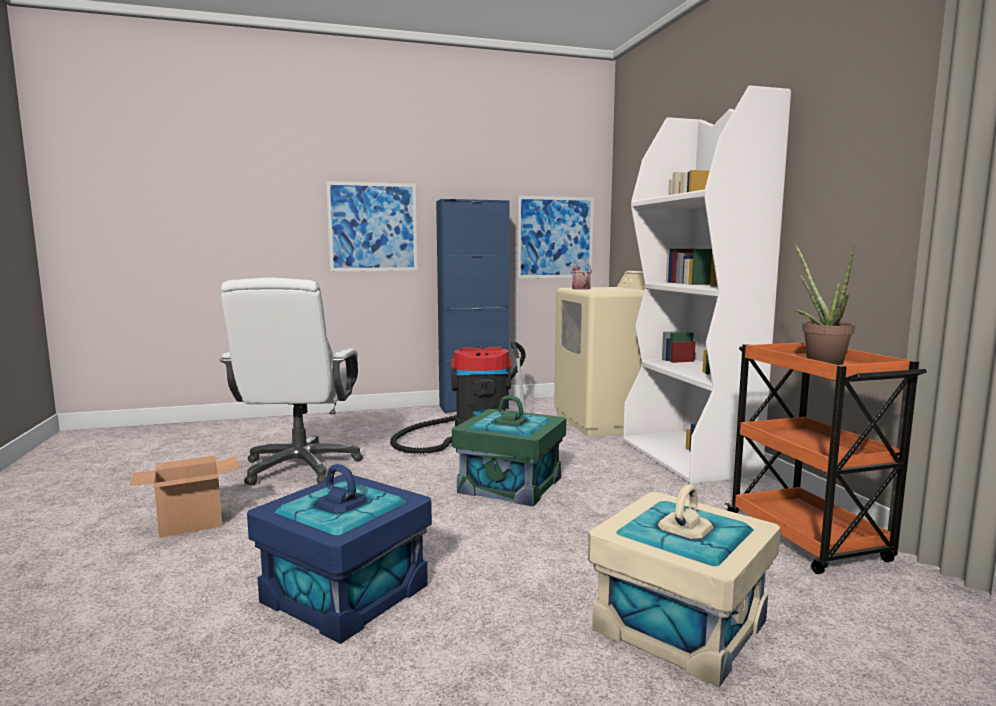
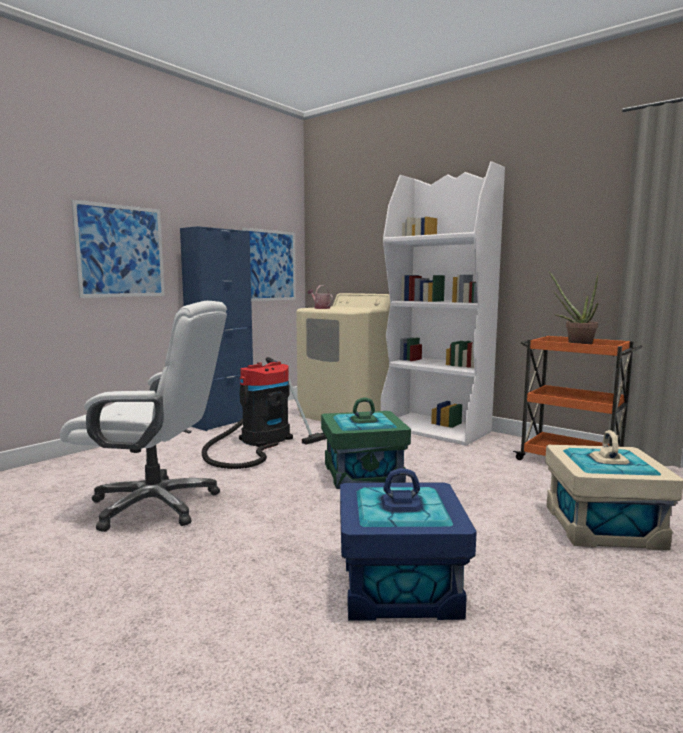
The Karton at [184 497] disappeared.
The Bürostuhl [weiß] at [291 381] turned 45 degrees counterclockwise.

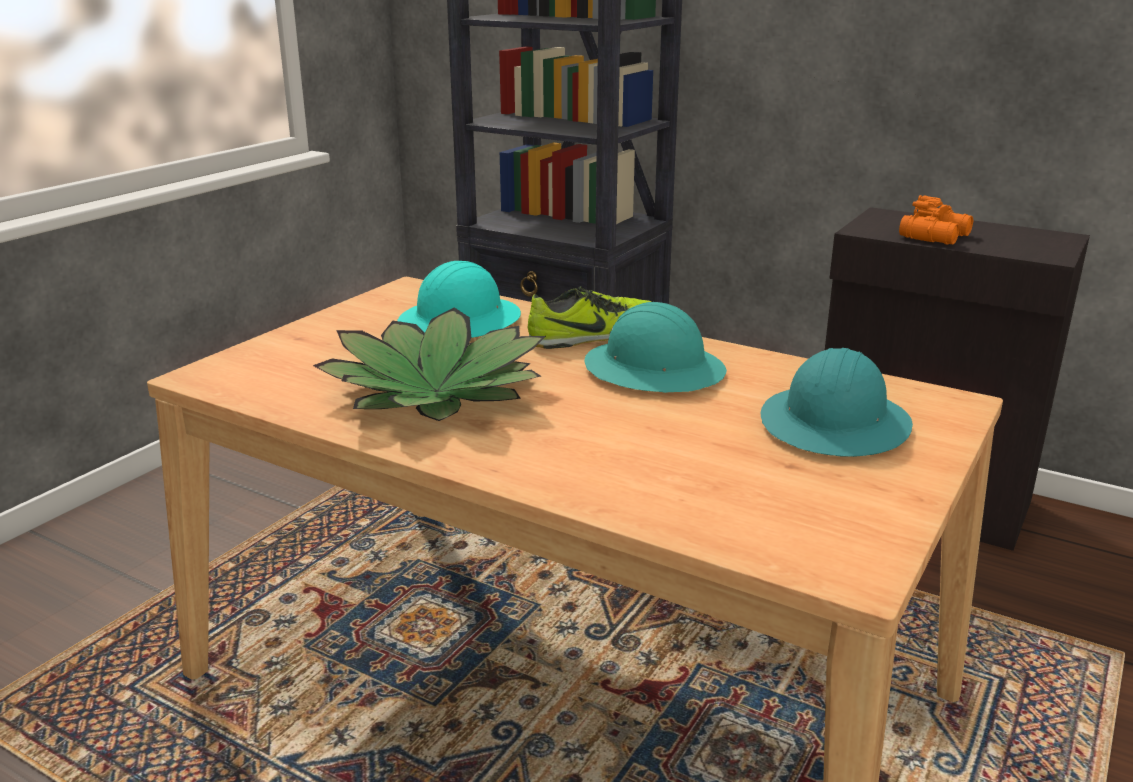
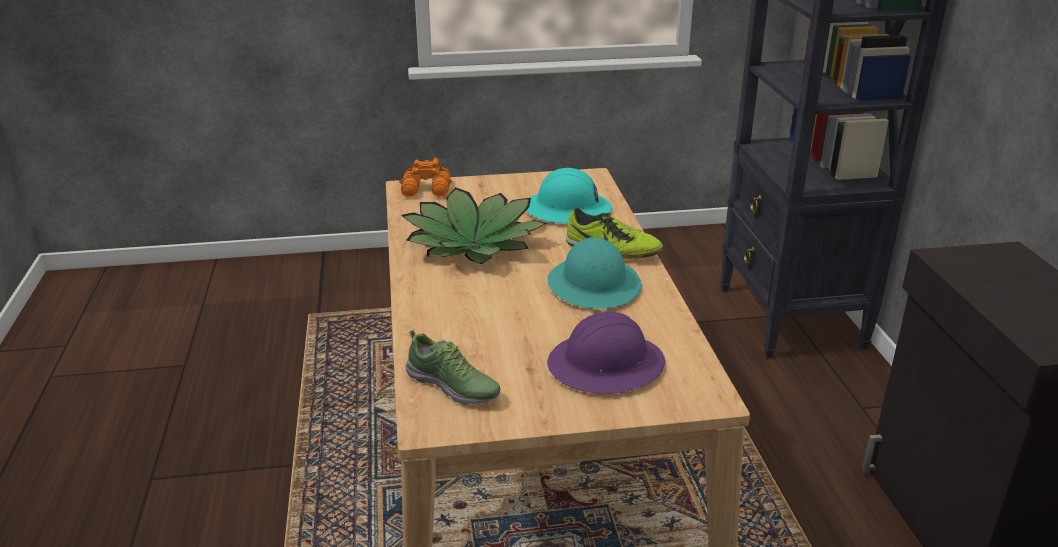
The Schutzhelm [türkis] at [837 402] became the Schutzhelm [lila] at [606 353].
The Fernglas [orange] moved from [936 220] to [425 178].
The Schuh at [453 367] appeared.

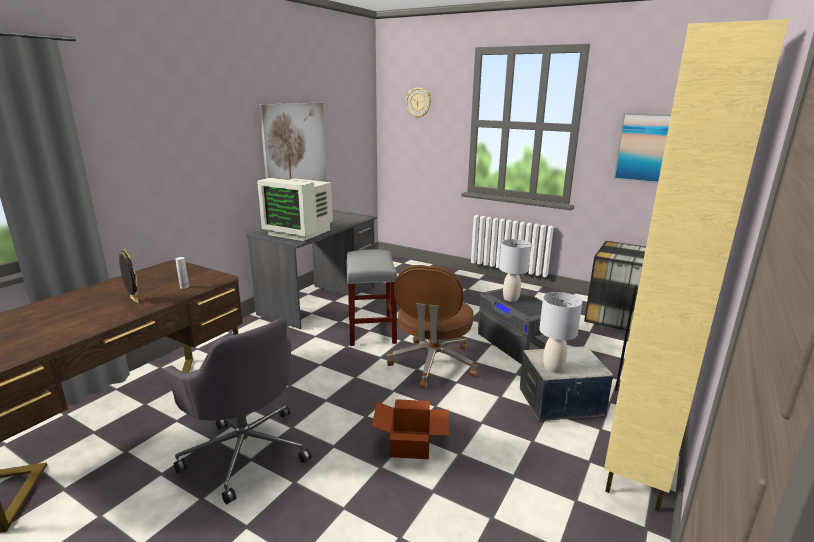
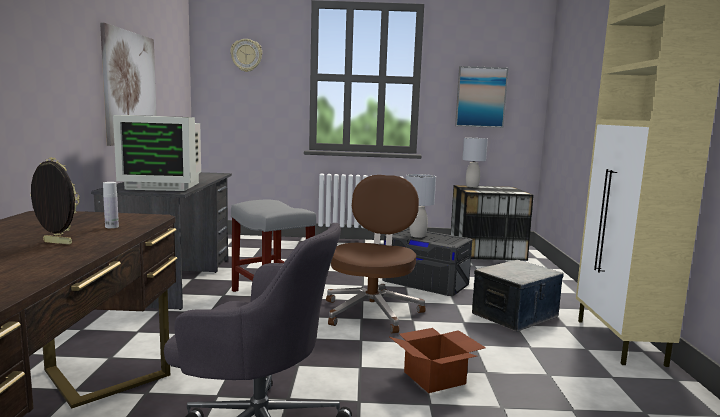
The Bürostuhl [braun] at [432 327] turned 150 degrees counterclockwise.
The Tischlampe [grau] moved from [560 332] to [475 162].

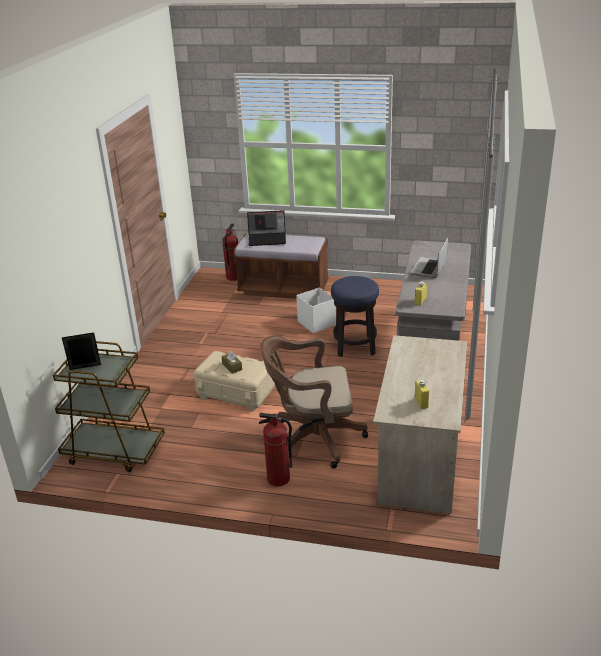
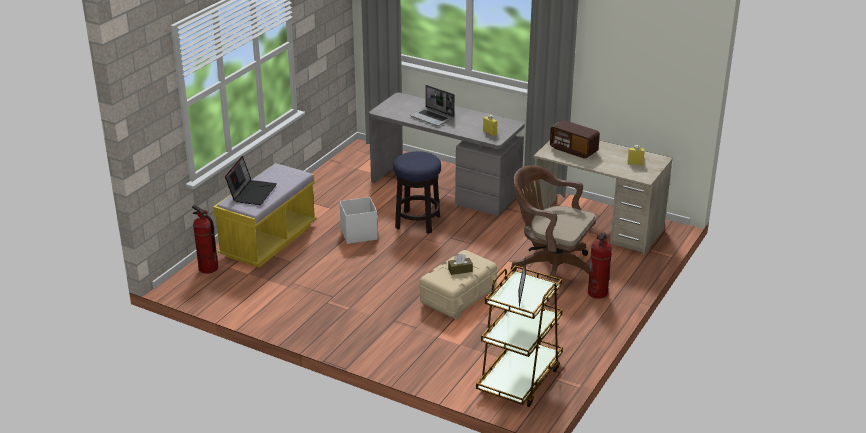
The Bank [braun] at [281 266] became the Bank [gelb] at [265 215].
The Bürostuhl [braun] at [314 402] turned 105 degrees clockwise.
The Radio at [575 139] appeared.

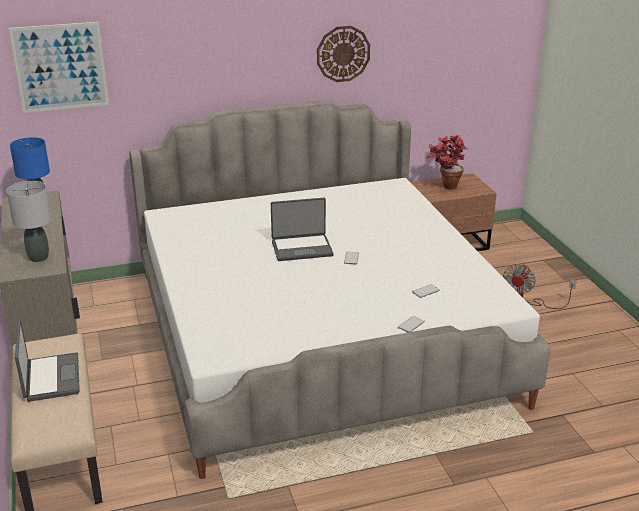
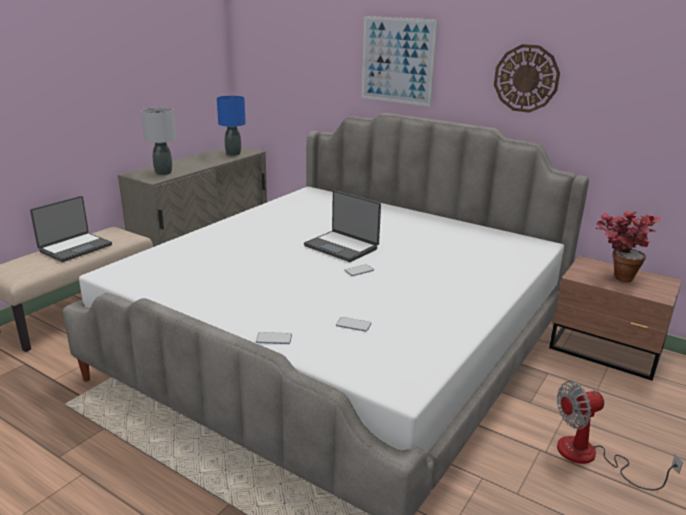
The Bild moved from [59 67] to [400 61].

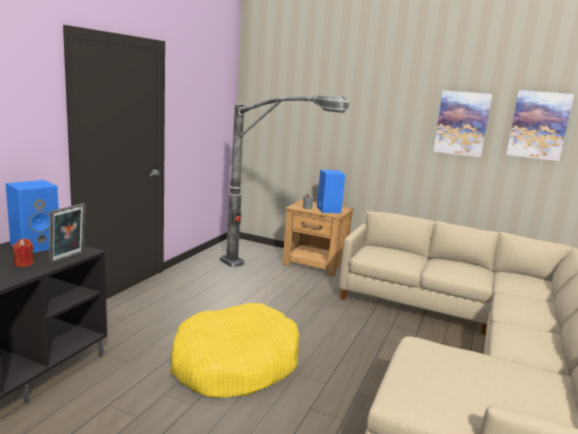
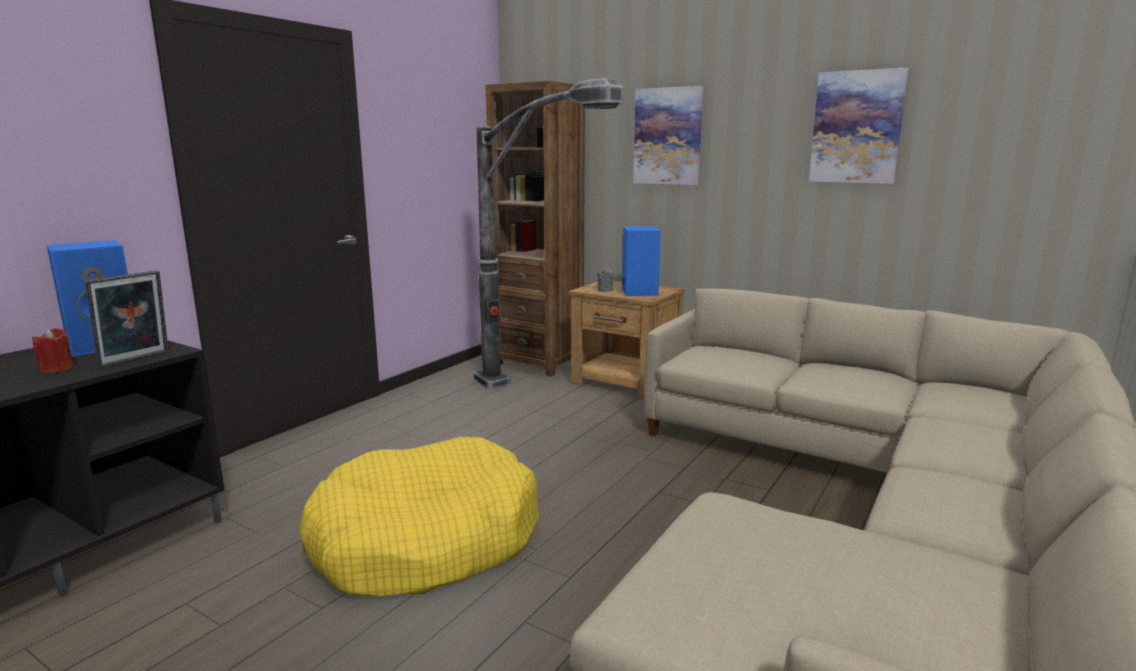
The Bild moved from [540 125] to [668 135].
The Bücherregal [braun] at [535 229] appeared.

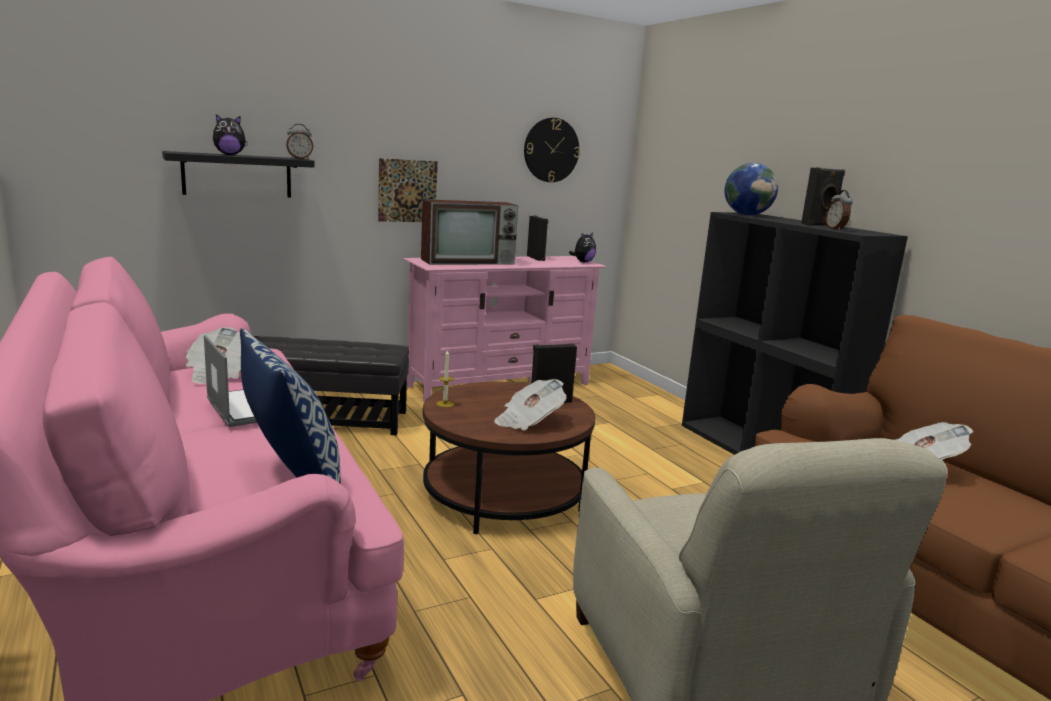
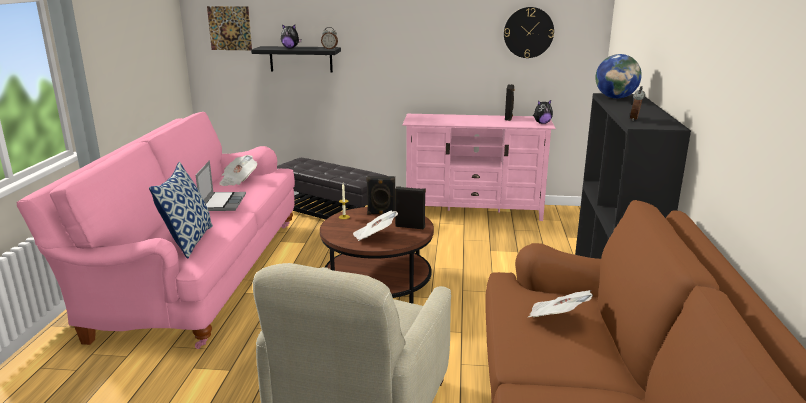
The Bild moved from [408 190] to [229 28].
The Fernseher at [469 232] disappeared.
The Lautsprecher [schwarz] moved from [823 196] to [380 195].

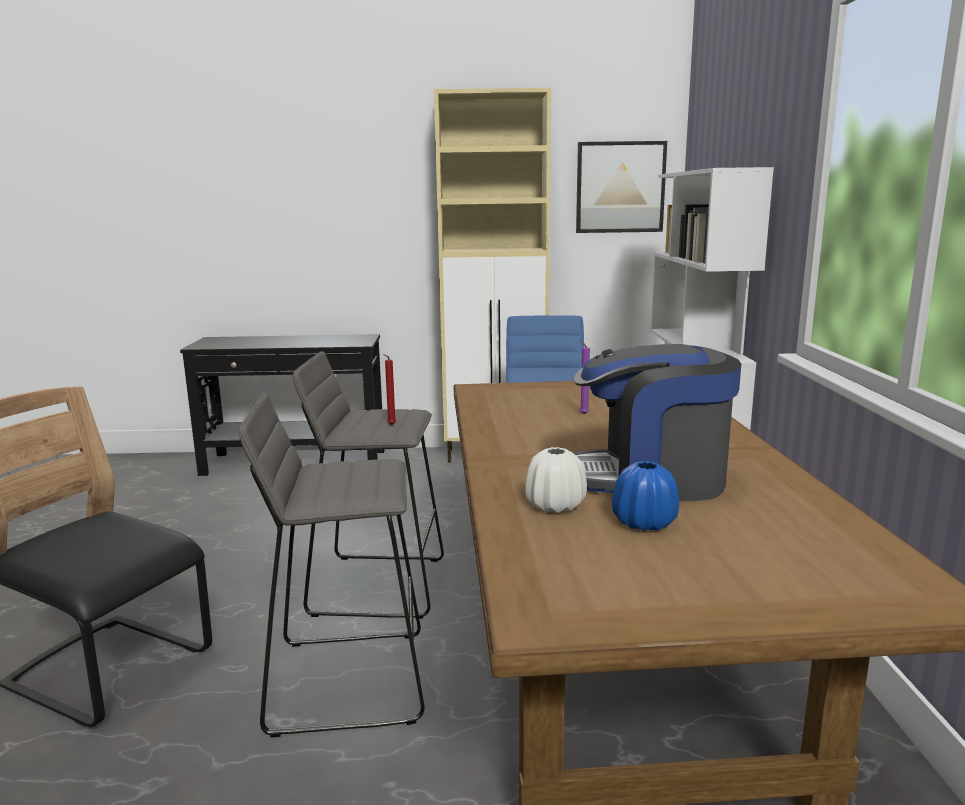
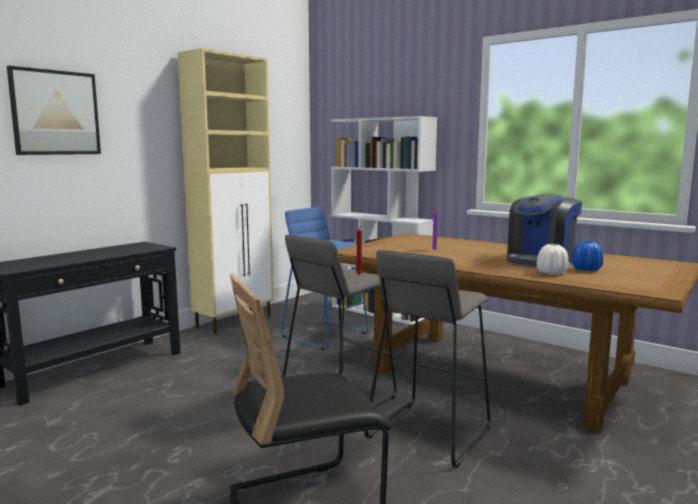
The Bild moved from [621 187] to [54 110].

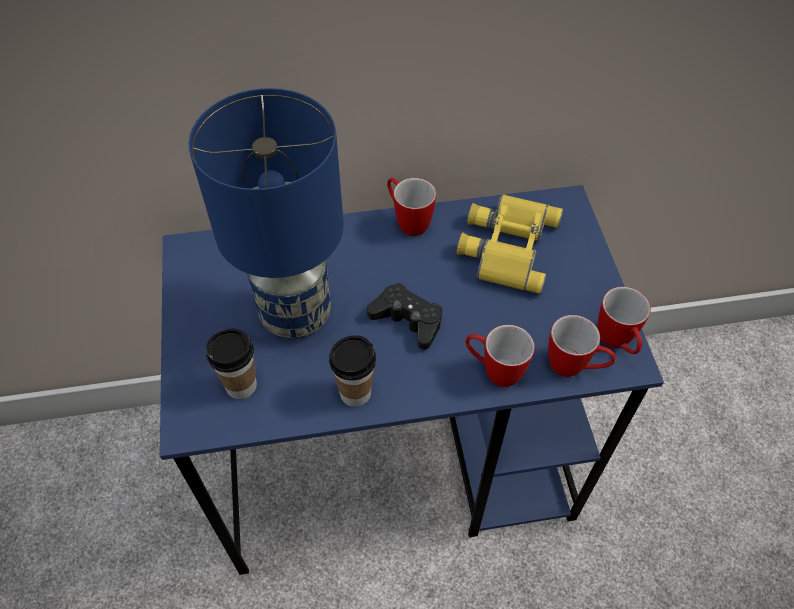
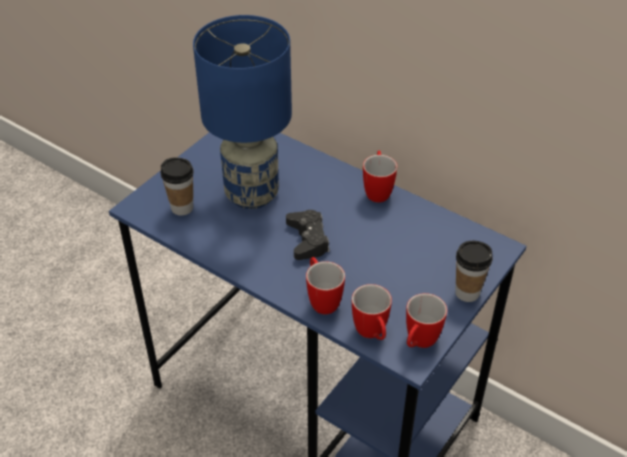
The Tasse moved from [352 371] to [474 271].
The Fernglas [gelb] at [510 244] disappeared.

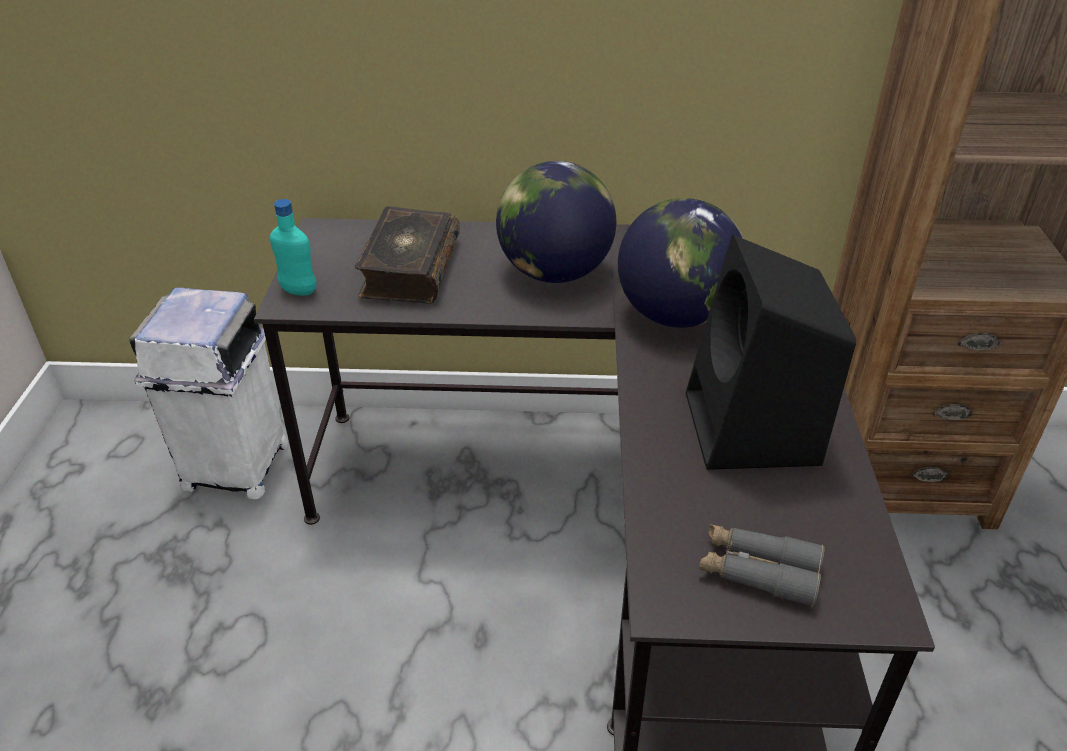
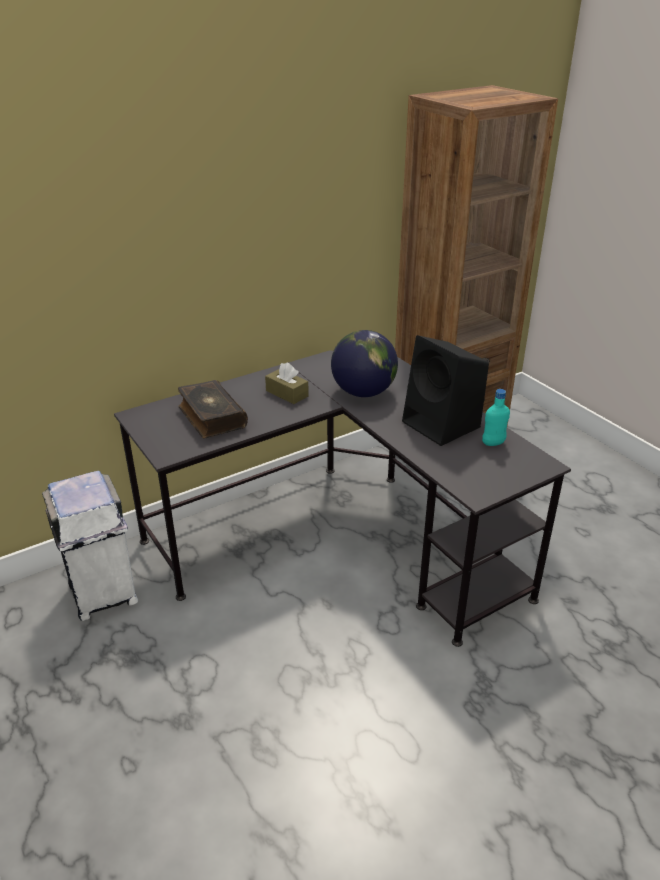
The Flasche [türkis] moved from [293 247] to [496 417].
The Globus at [556 222] was replaced by the Taschentuchbox [braun] at [287 383].
The Fernglas [grau] at [762 565] disappeared.

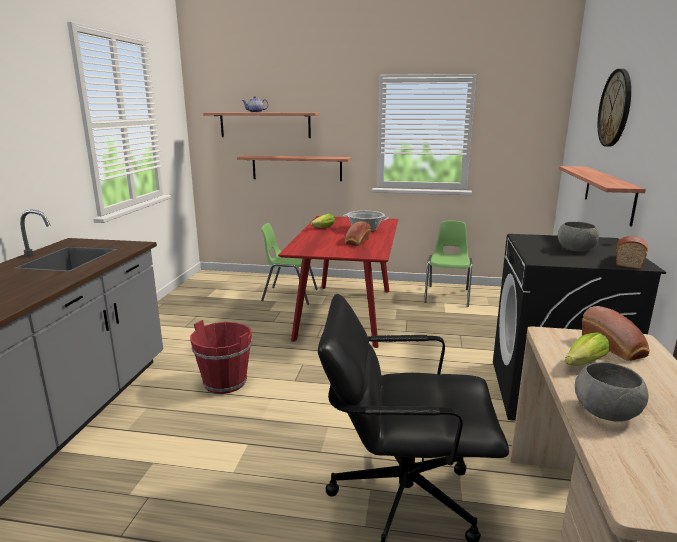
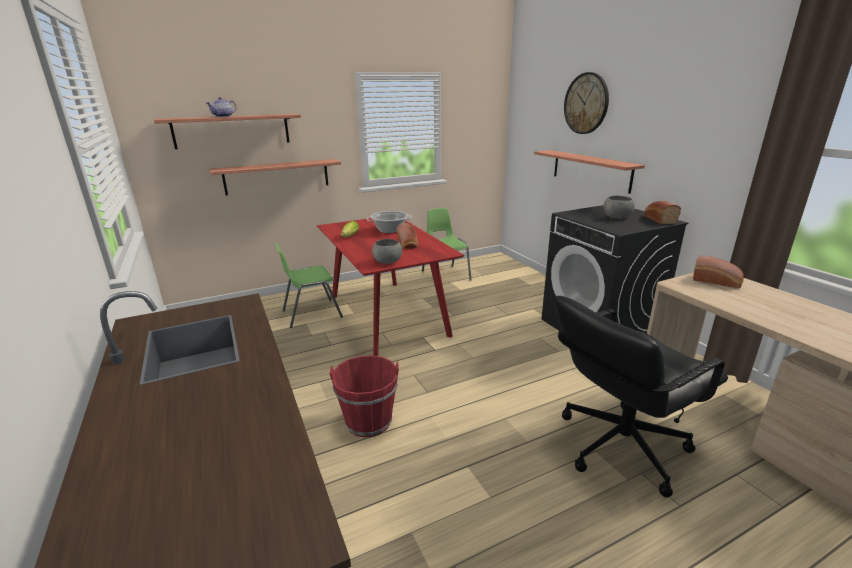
The Salatkopf at [587 349] disappeared.
The Schüssel [grau] moved from [612 392] to [387 251].

